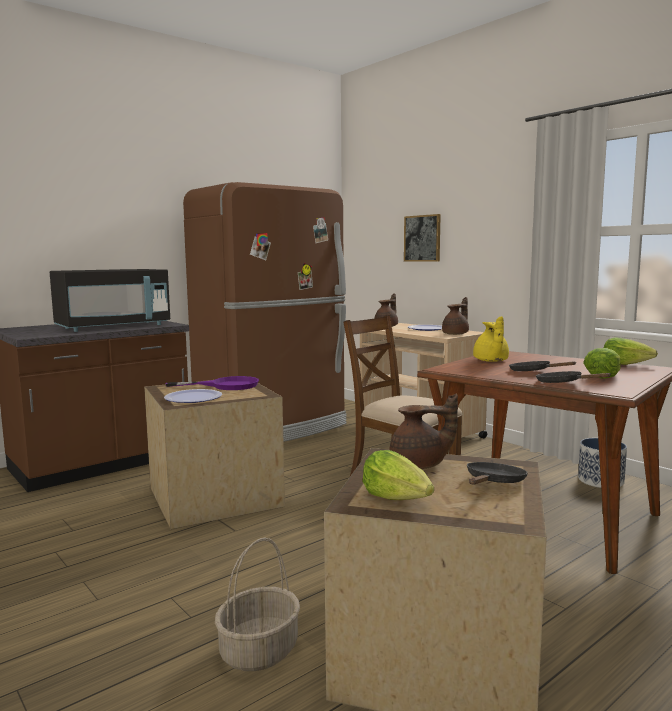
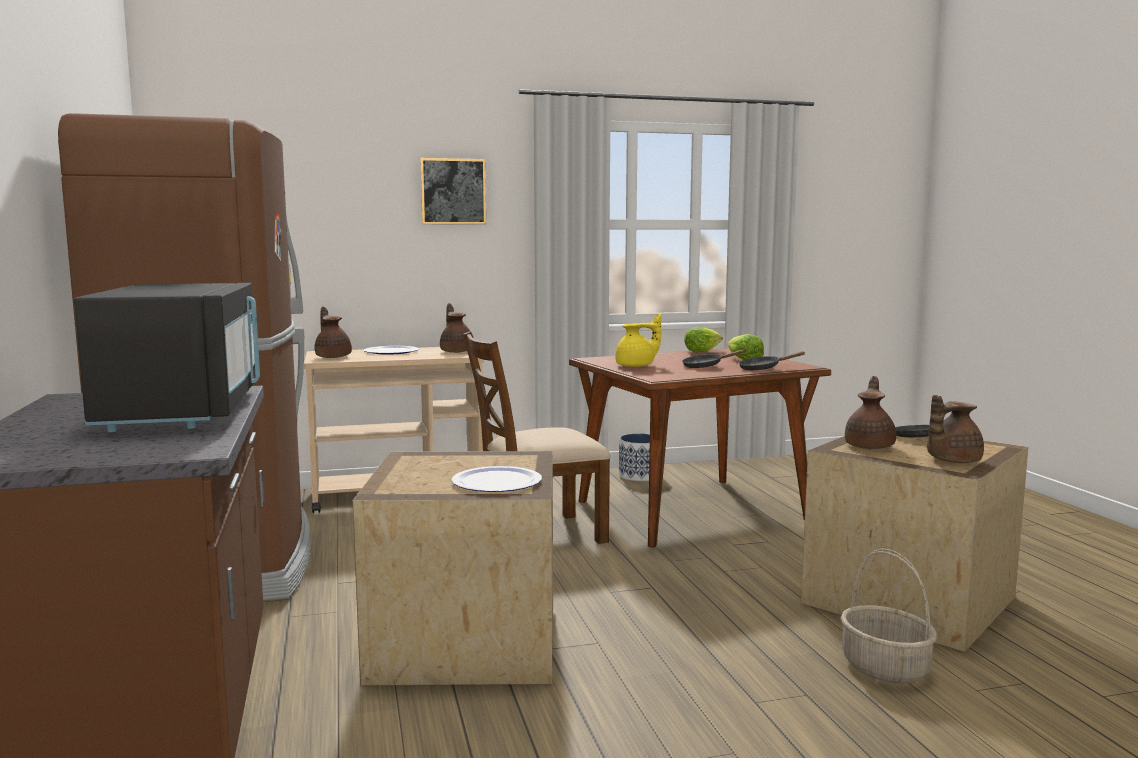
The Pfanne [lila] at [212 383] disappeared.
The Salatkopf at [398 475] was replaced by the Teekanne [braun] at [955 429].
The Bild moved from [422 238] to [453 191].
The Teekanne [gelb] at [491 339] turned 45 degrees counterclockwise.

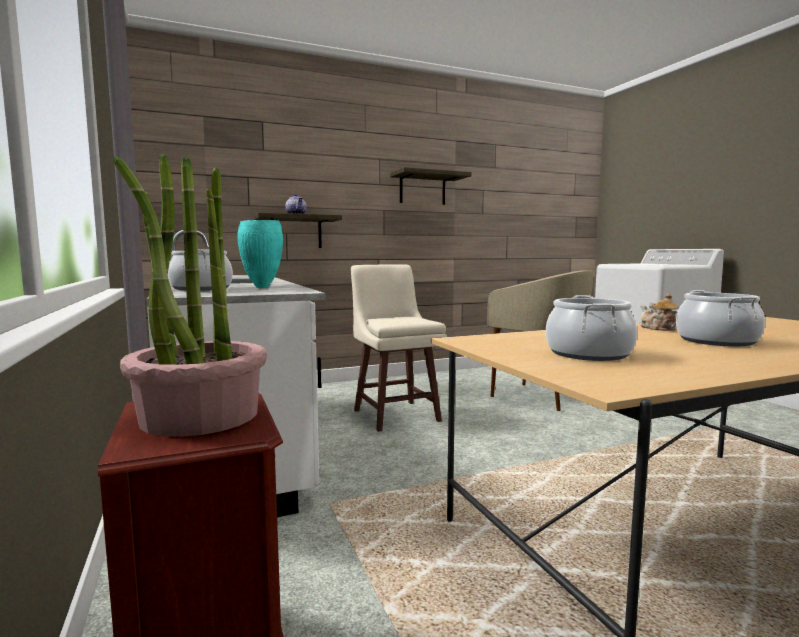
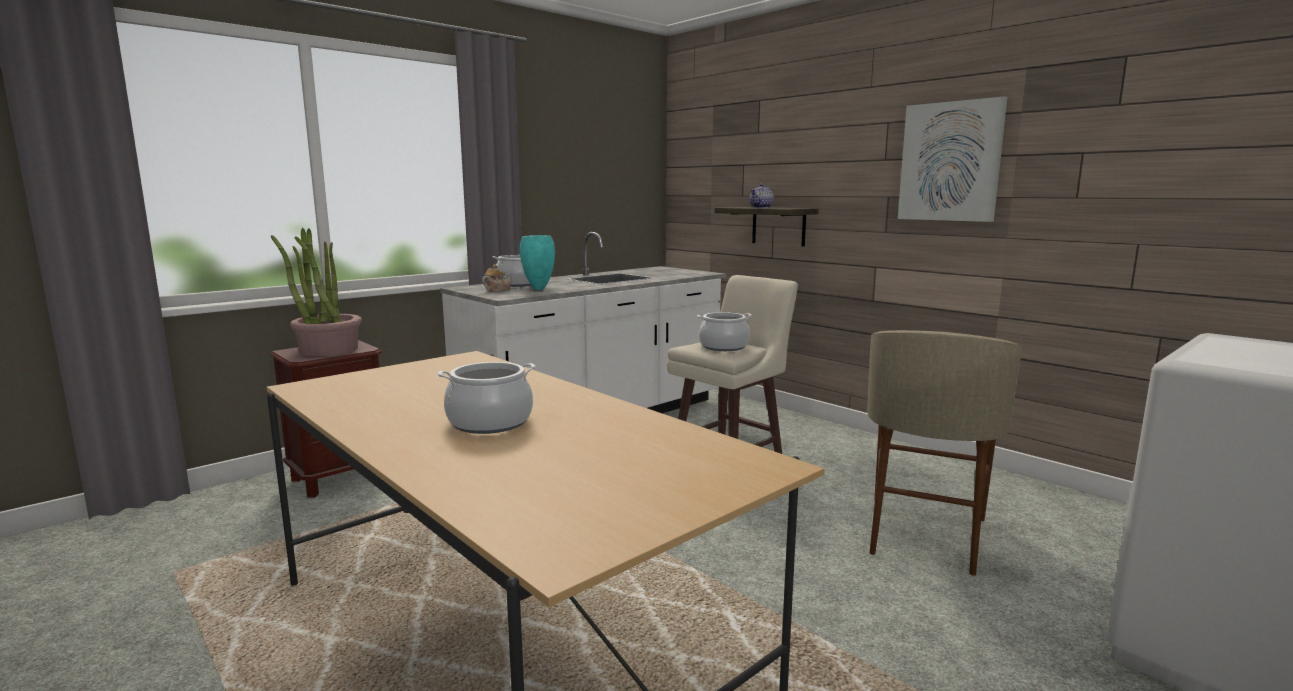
The Wandregal at [431 186] was replaced by the Bild at [952 159].
The Kochtopf moved from [591 328] to [724 331].
The Teekanne moved from [659 312] to [497 278].

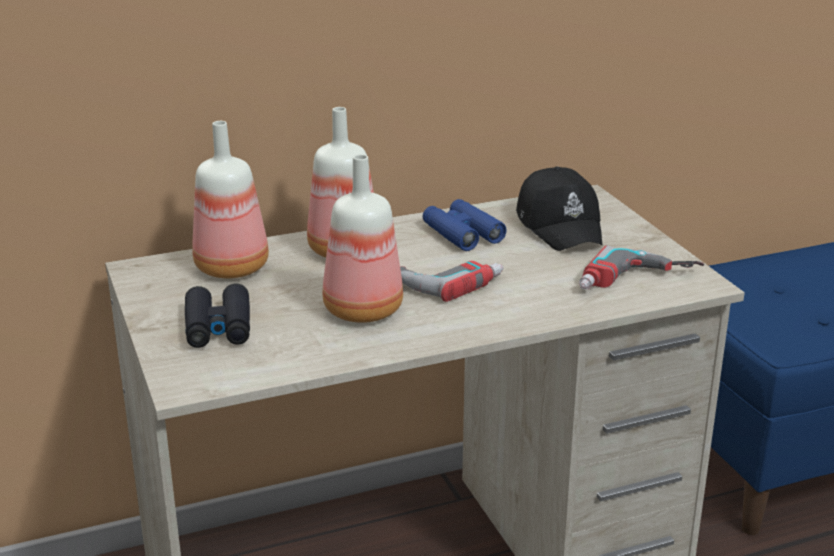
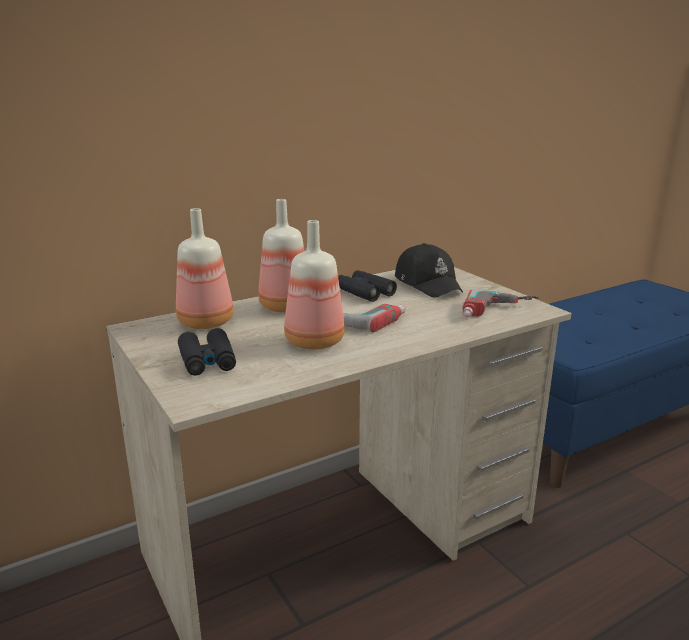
The Fernglas [blau] at [465 225] became the Fernglas [schwarz] at [367 286].

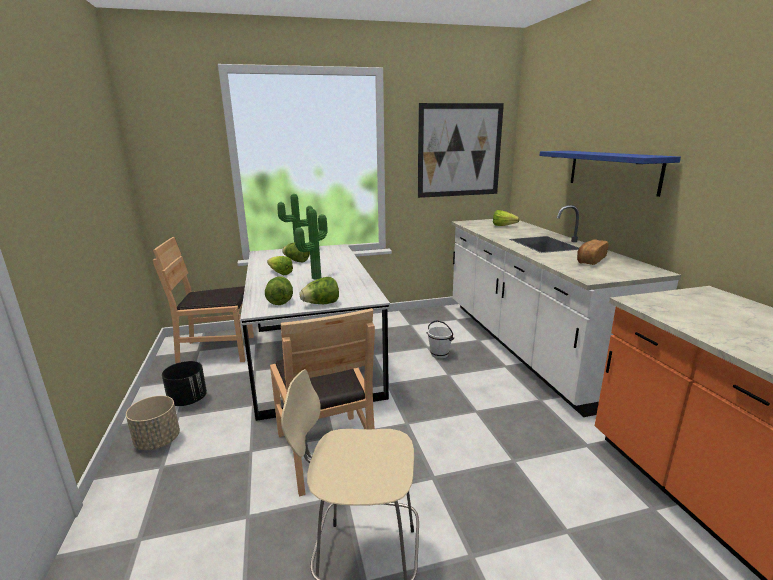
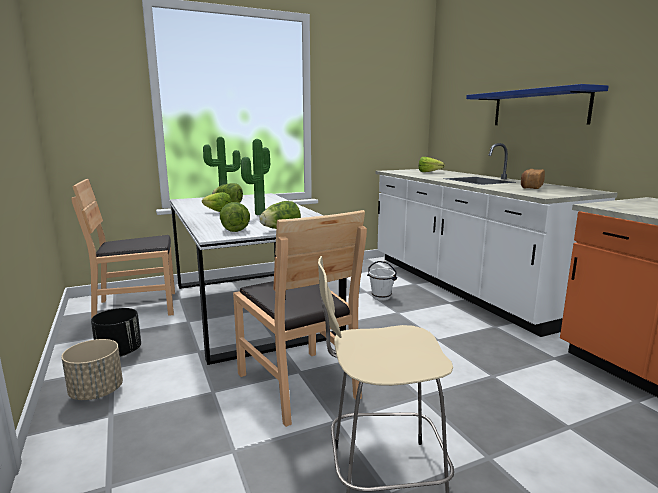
The Bild at [461 150] disappeared.

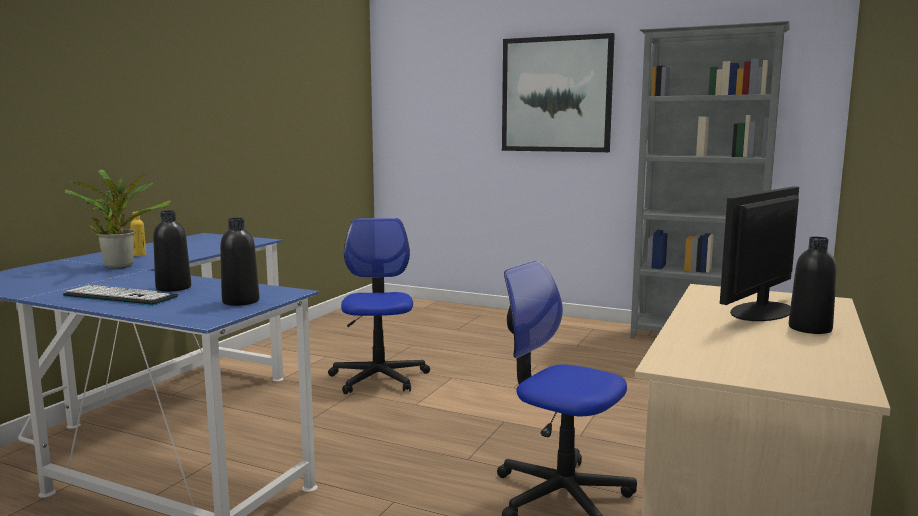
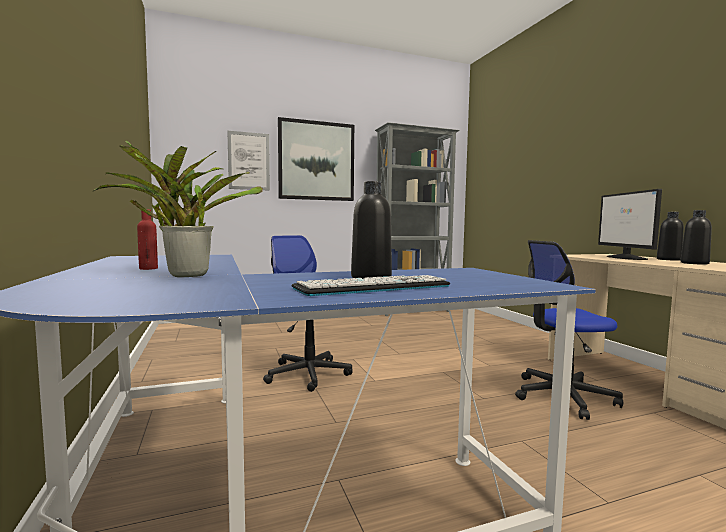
The Flasche [gelb] at [138 234] became the Flasche [rot] at [147 240].
The Flasche [schwarz] moved from [240 262] to [696 237].
The Bild at [248 161] appeared.

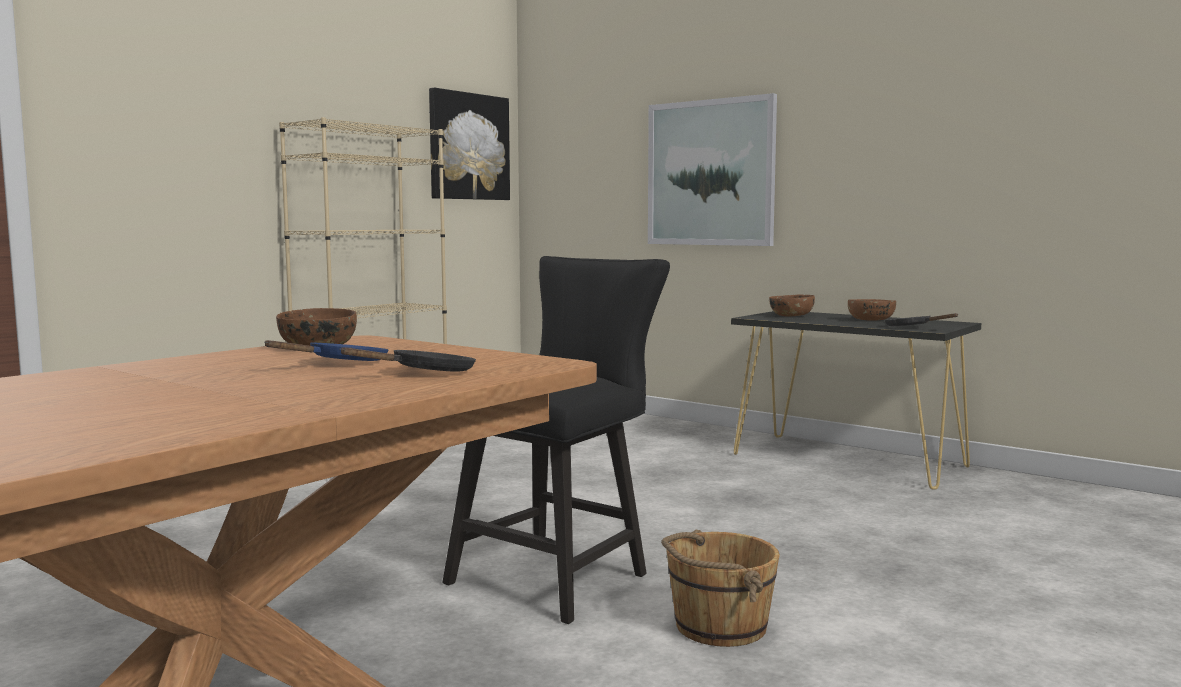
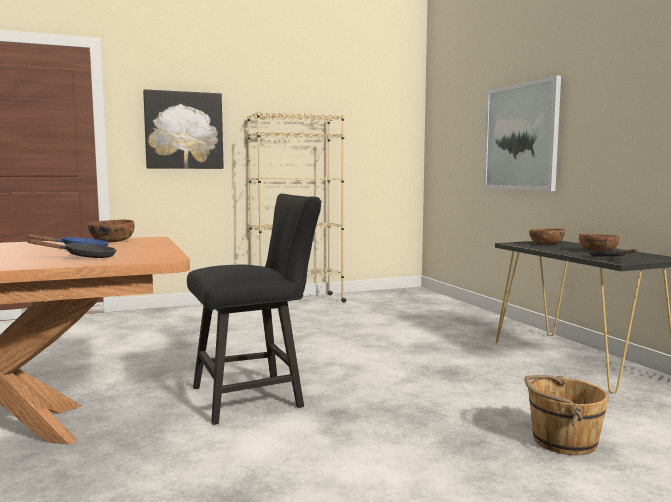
The Bild moved from [469 144] to [183 129].
The Eimer [braun] moved from [720 588] to [567 415].

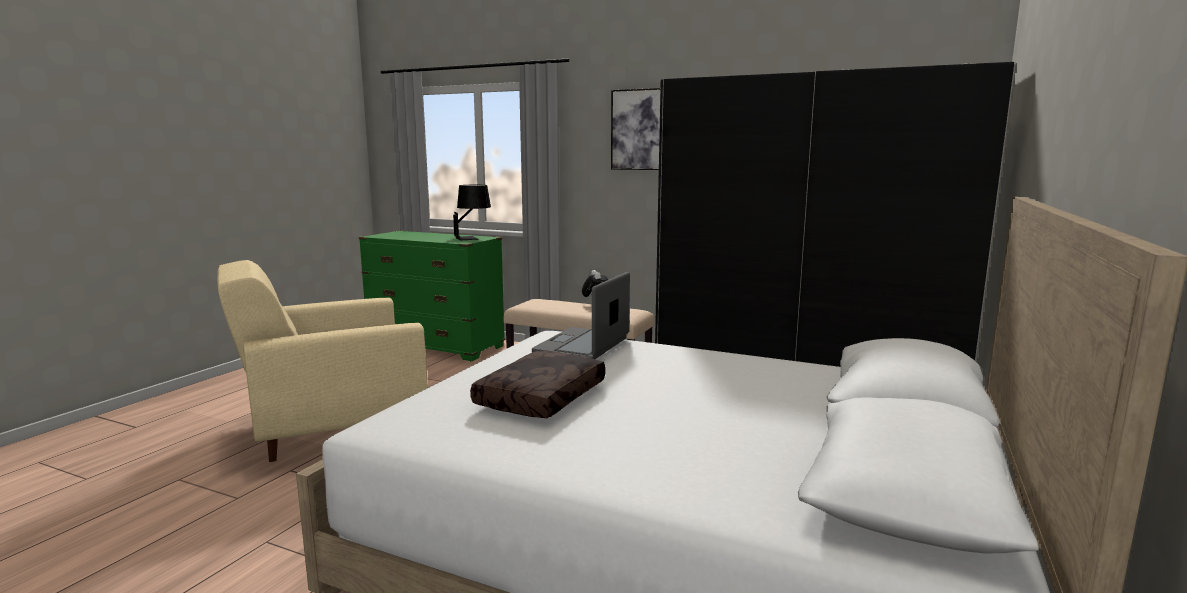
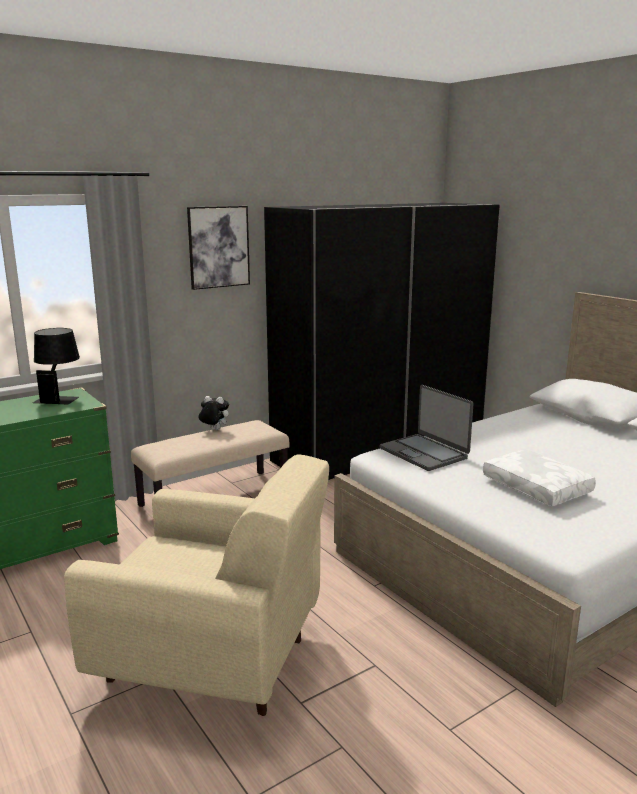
The Sessel [beige] at [322 361] turned 75 degrees counterclockwise.
The Kissen [braun] at [537 384] became the Kissen [weiß] at [539 478].

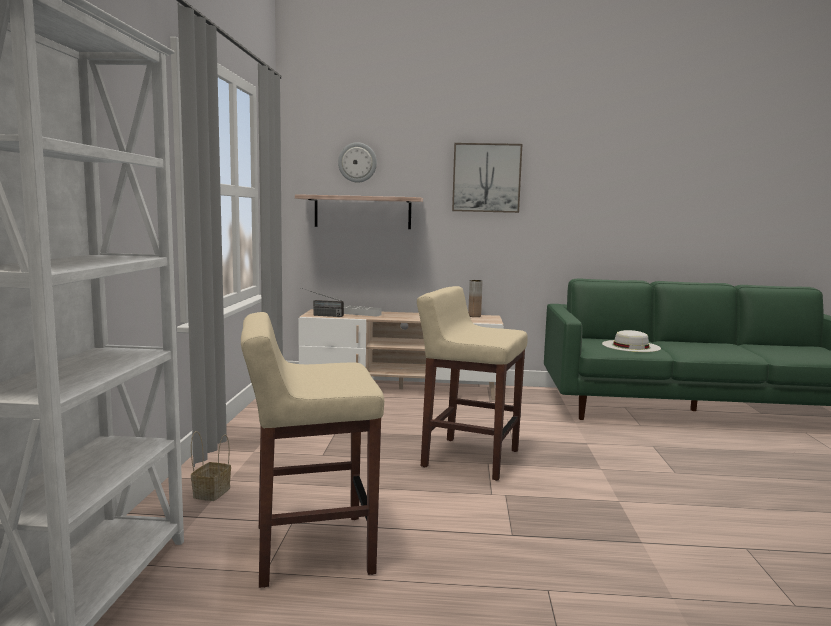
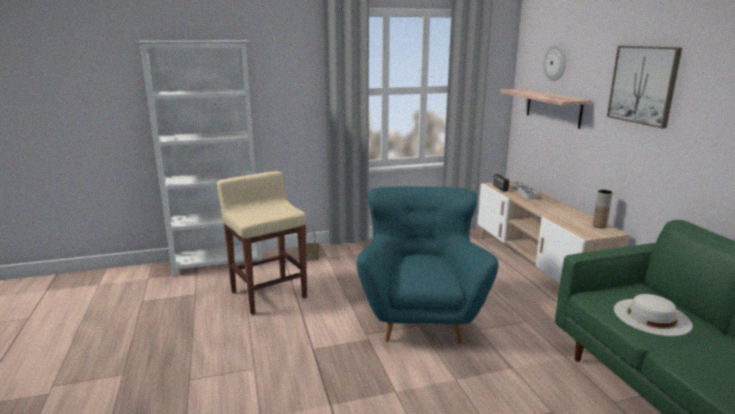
The Hocker [beige] at [472 383] was replaced by the Sessel [türkis] at [427 265].

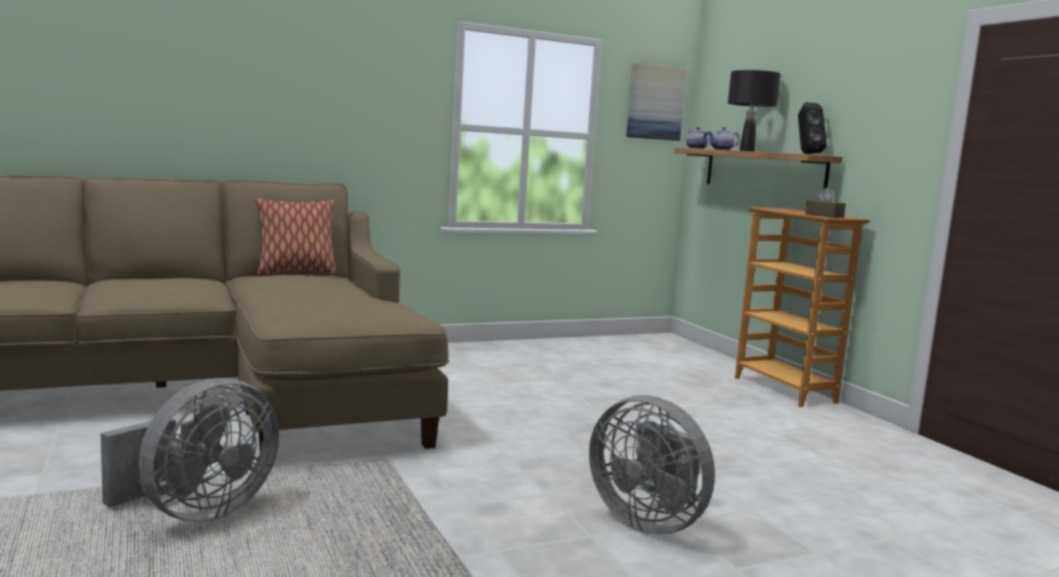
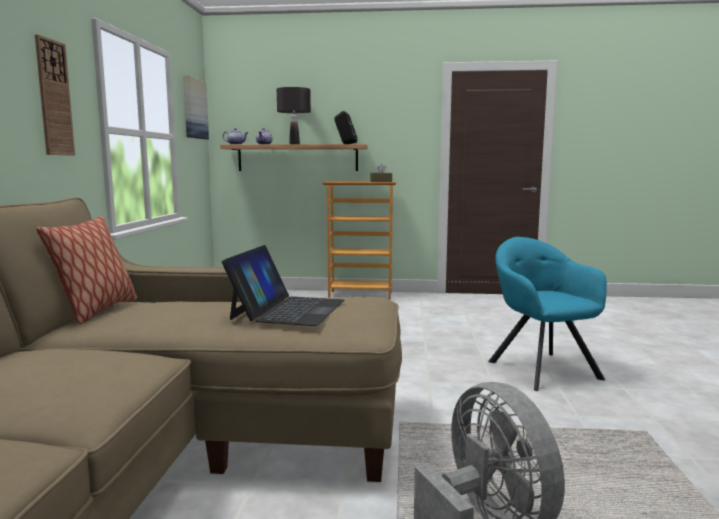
The Ventilator [grau] at [652 465] was replaced by the Sessel [türkis] at [547 314].
The Wanduhr at [55 95] appeared.
The Laptop at [283 285] appeared.

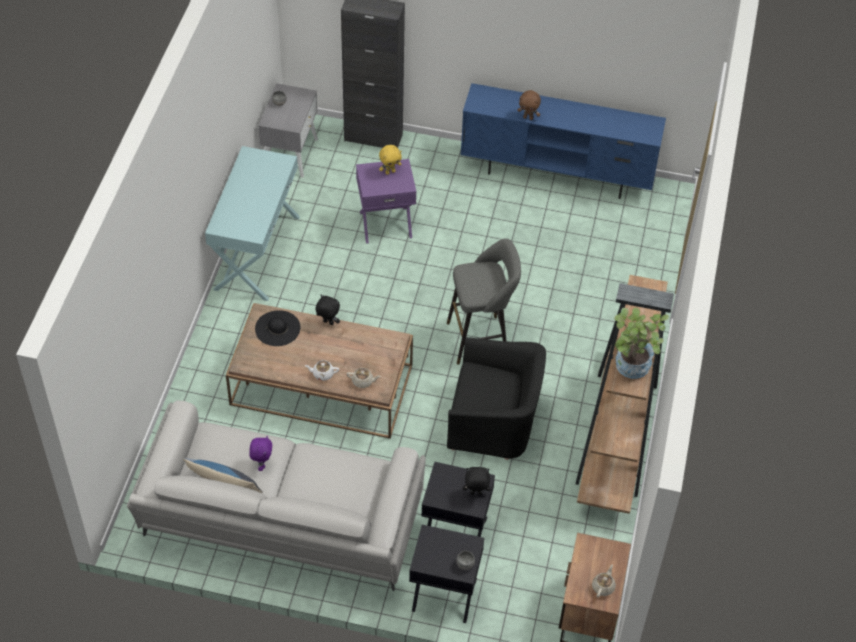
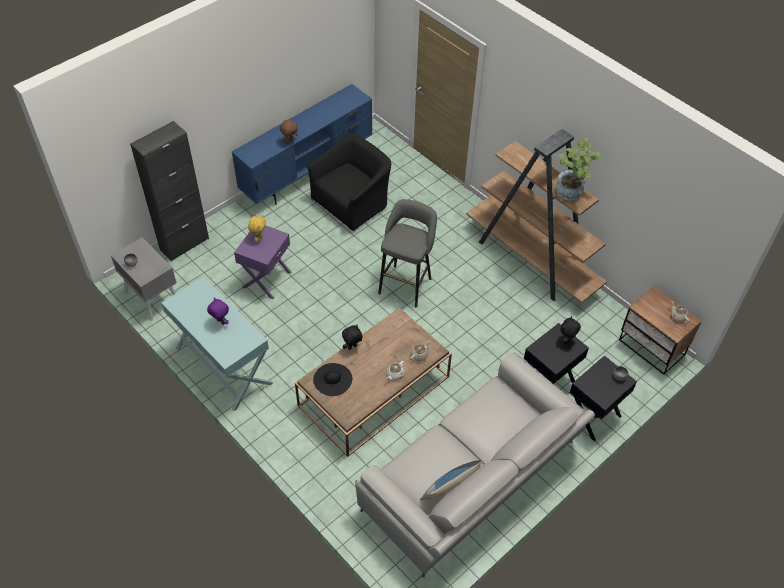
The Plüschtier [lila] moved from [260 453] to [218 311].
The Sessel [schwarz] moved from [496 398] to [349 182].

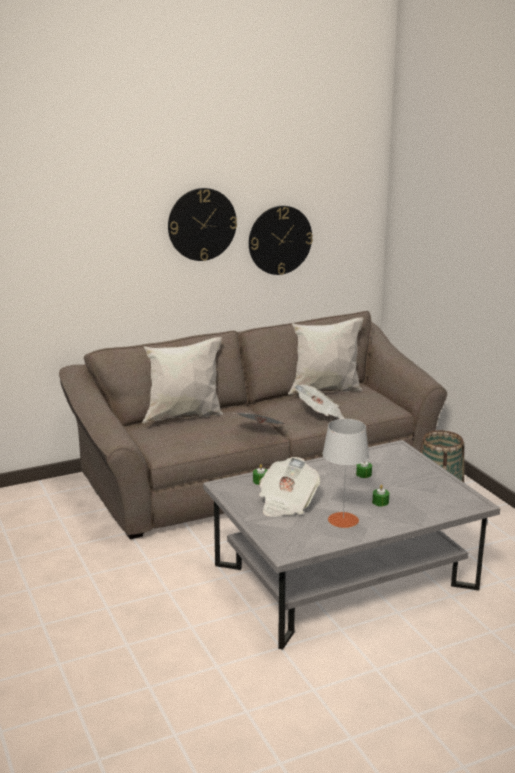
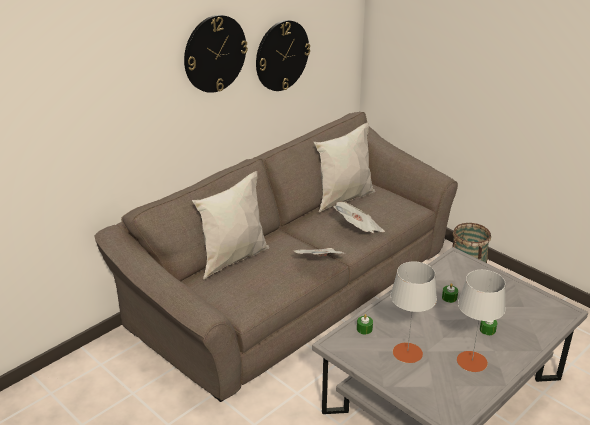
The Zeitung at [289 487] was replaced by the Tischlampe [grau] at [413 312].

